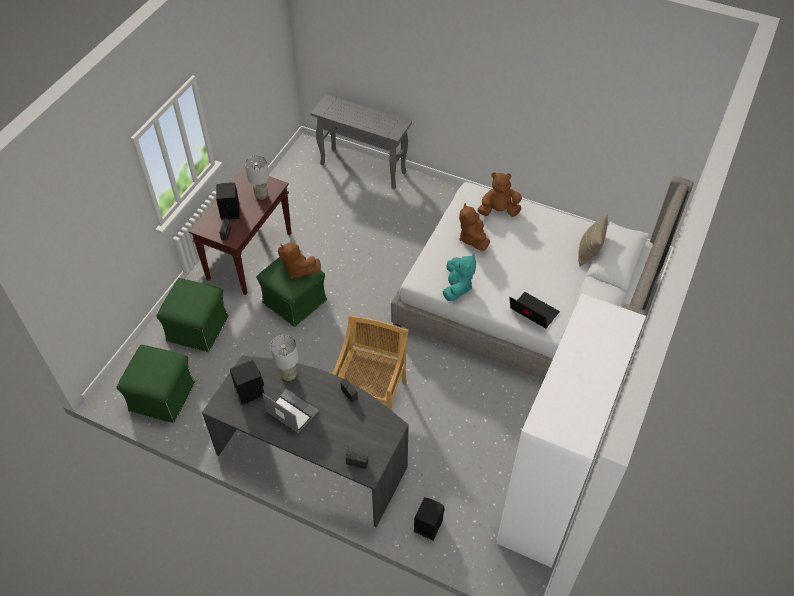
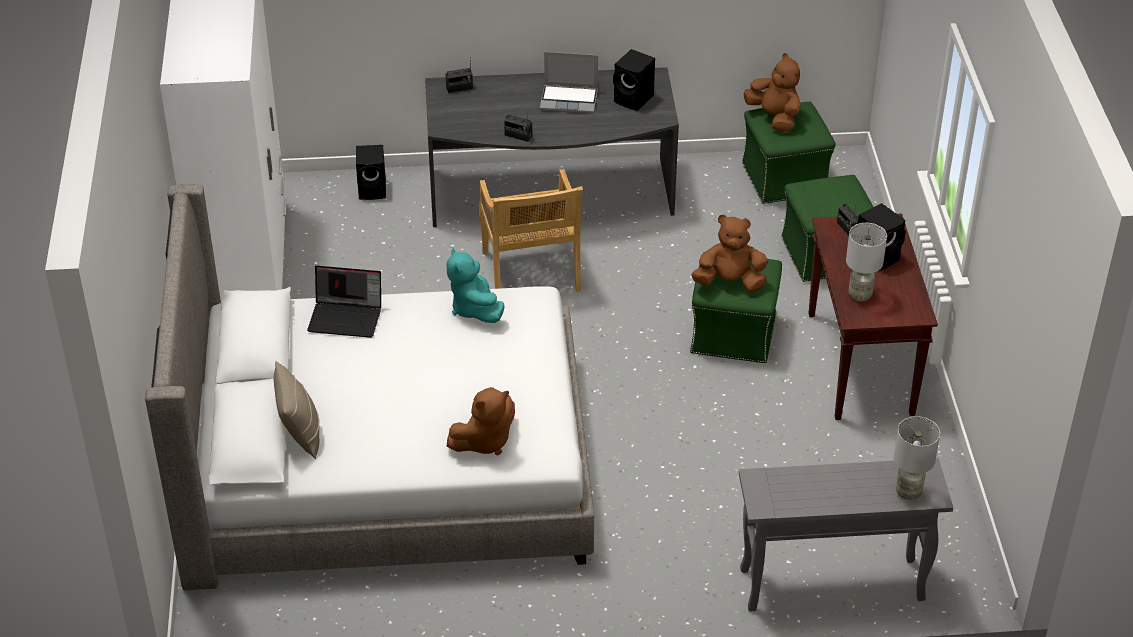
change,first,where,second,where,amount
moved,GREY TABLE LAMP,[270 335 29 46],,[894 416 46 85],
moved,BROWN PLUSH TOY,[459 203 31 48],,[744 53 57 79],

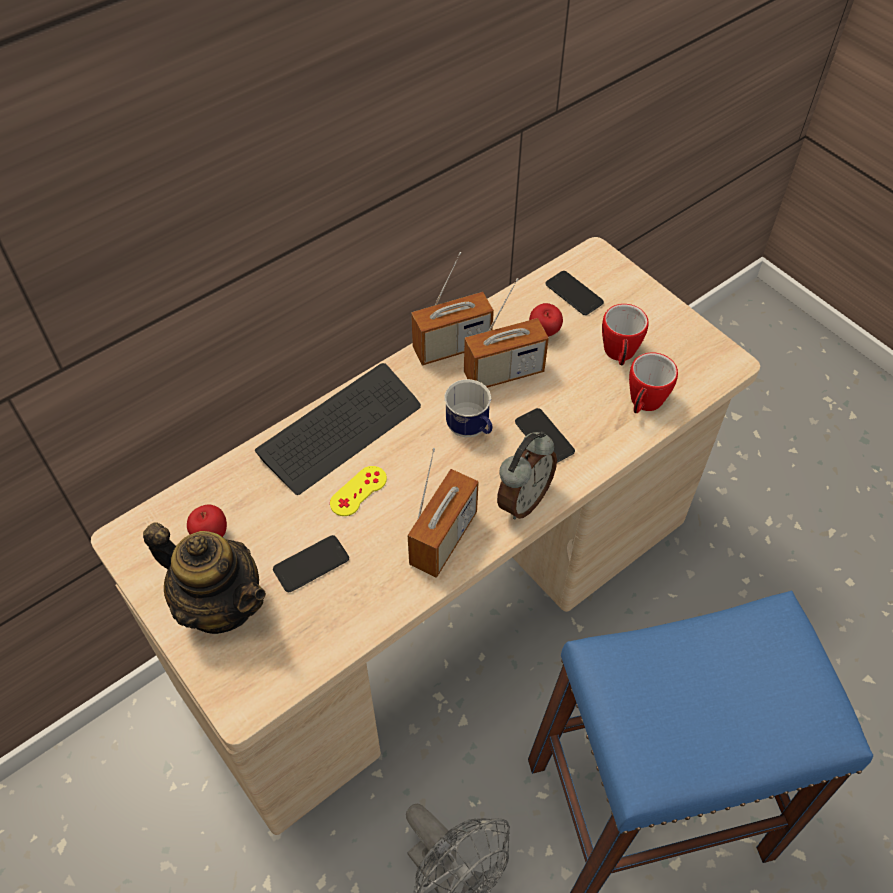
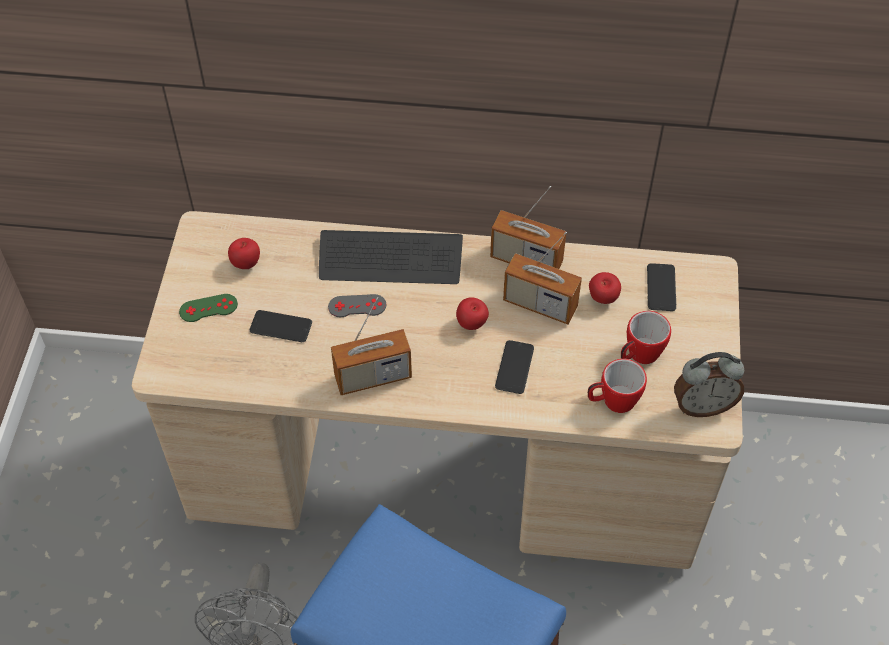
change,first,where,second,where,amount
moved,ALARM CLOCK,[497 431 60 89],,[674 352 70 65],
replaced,TEAPOT,[143 522 123 112],GREEN GAME CONTROLLER,[179 294 59 28],
replaced,MUG,[444 379 49 58],APPLE,[456 297 33 33],
recoloured,YELLOW GAME CONTROLLER,[330 466 57 50],GREY GAME CONTROLLER,[328 294 58 23],

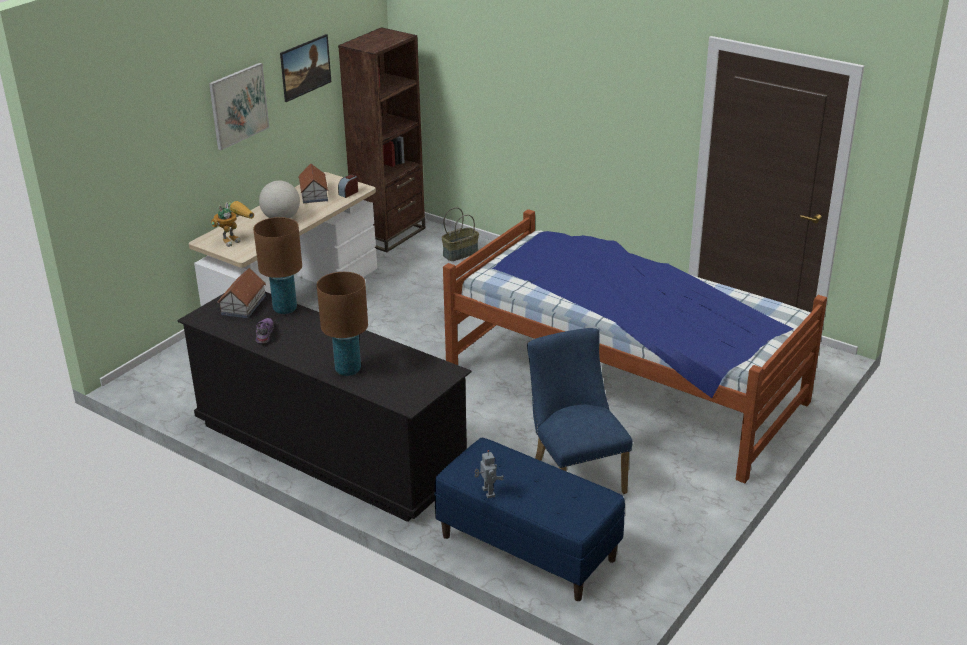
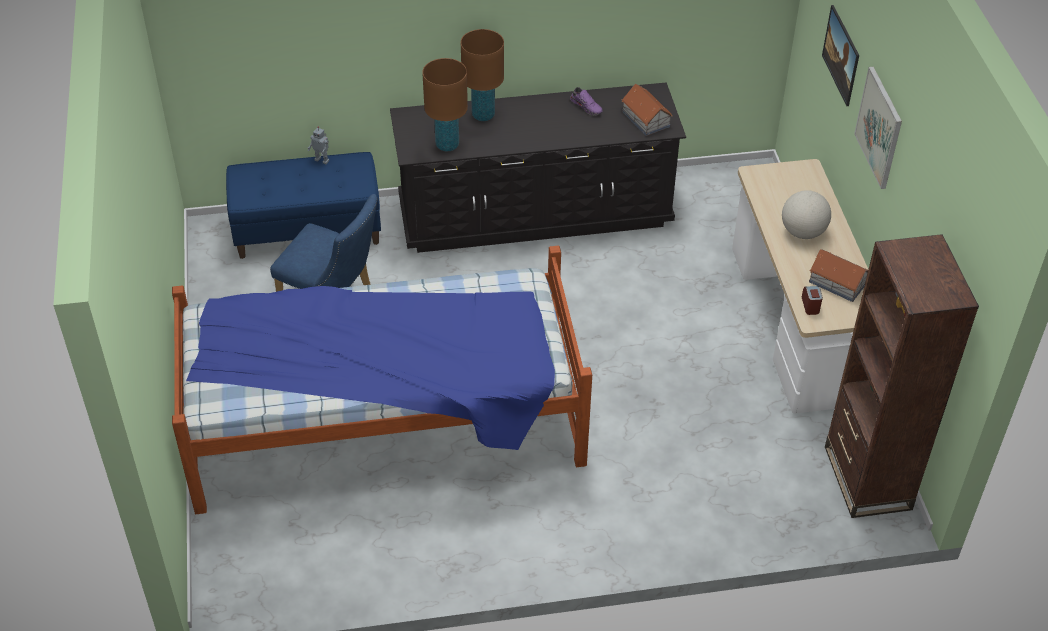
change,first,where,second,where,amount
removed,TOY ROBOT,[211 201 43 46],,,
removed,BASKET,[441 207 38 54],,,
moved,BROWN TABLE LAMP,[253 217 49 97],,[422 58 46 93],
moved,PICTURE,[280 34 51 68],,[822 5 37 101],

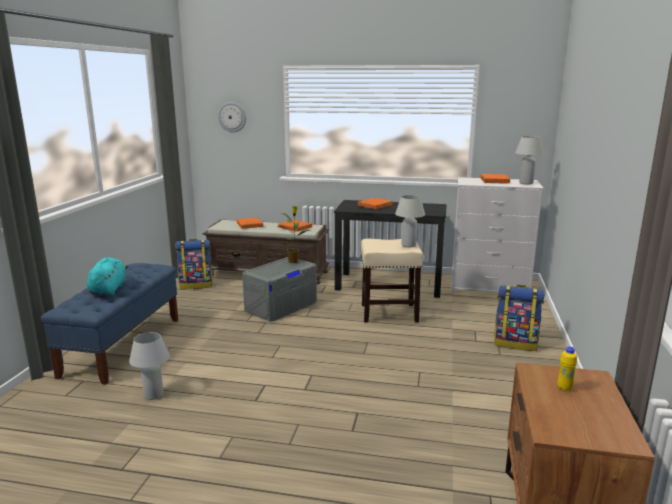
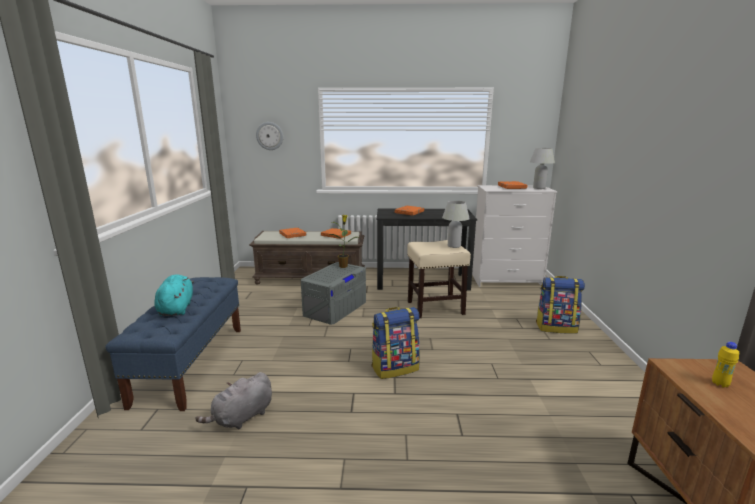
change,first,where,second,where,amount
moved,BACKPACK,[175 239 38 50],,[371 307 49 72],
replaced,WHITE TABLE LAMP,[129 332 41 68],GREY PLUSH TOY,[195 372 77 58],

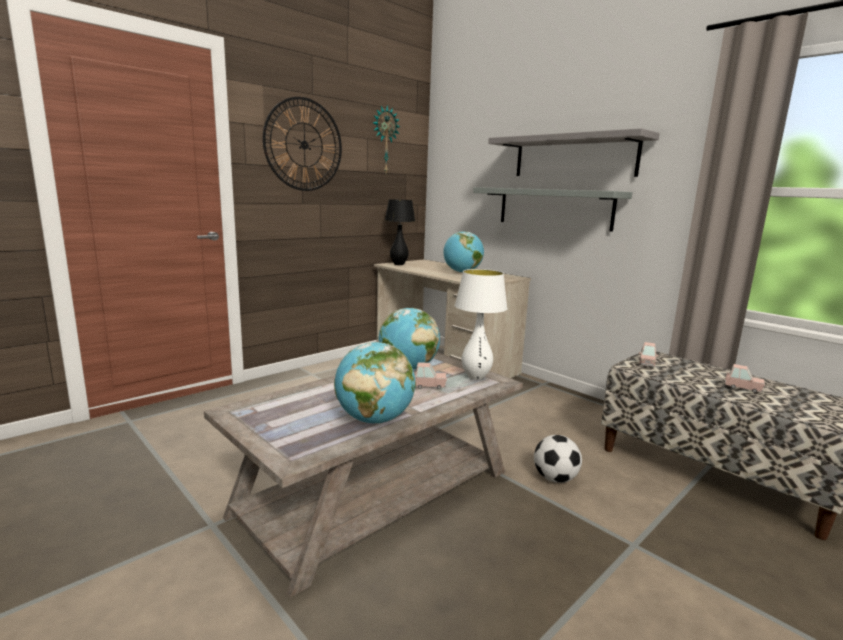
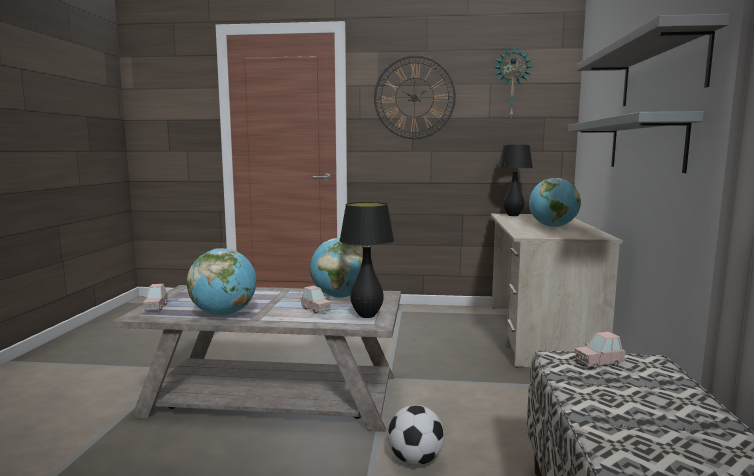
change,first,where,second,where,amount
moved,PINK TOY CAR,[725 364 40 29],,[143 284 25 27],
recoloured,WHITE TABLE LAMP,[455 269 53 111],BLACK TABLE LAMP,[339 202 55 116],

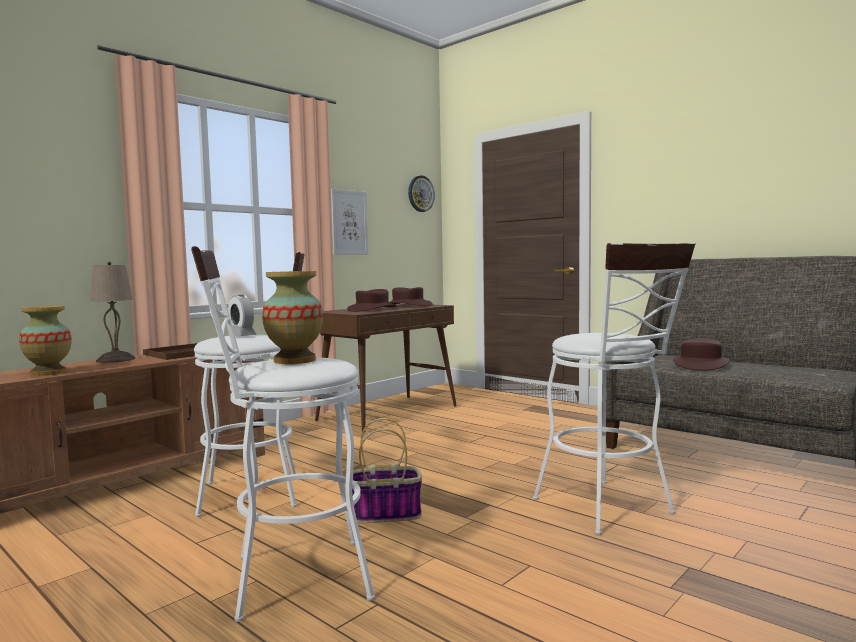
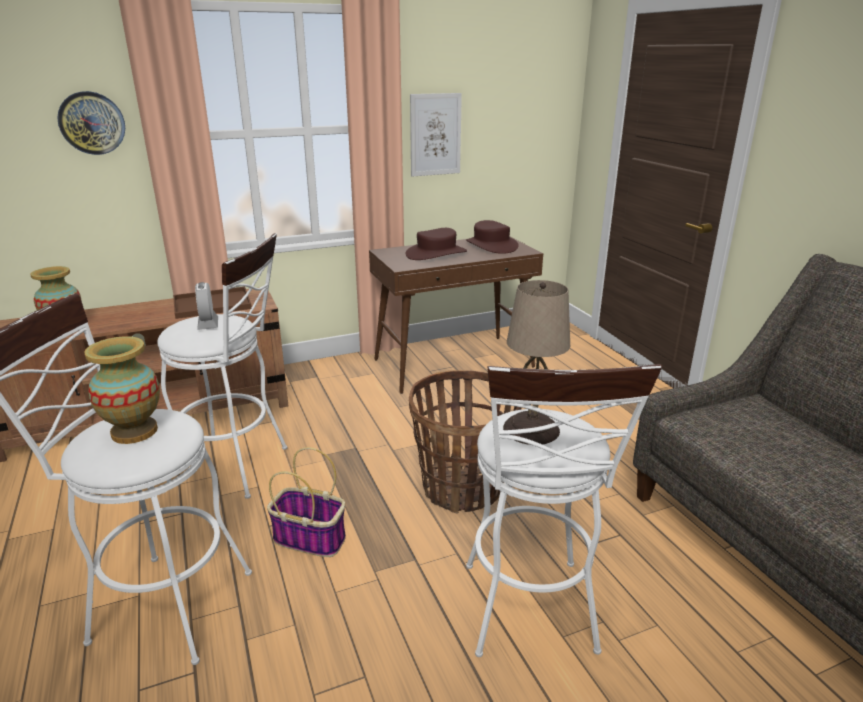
change,first,where,second,where,amount
removed,BROWN HAT,[673 338 57 33],,,
added,,,BASKET,[409 370 112 144],
moved,BEIGE TABLE LAMP,[90 262 46 101],,[503 280 67 165],
moved,WALL CLOCK,[408 175 27 37],,[57 91 68 64],

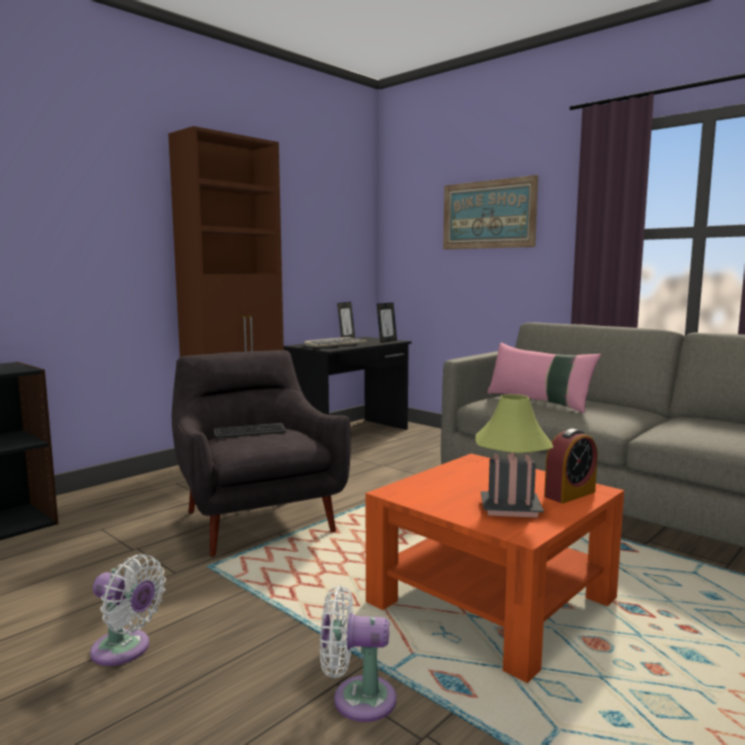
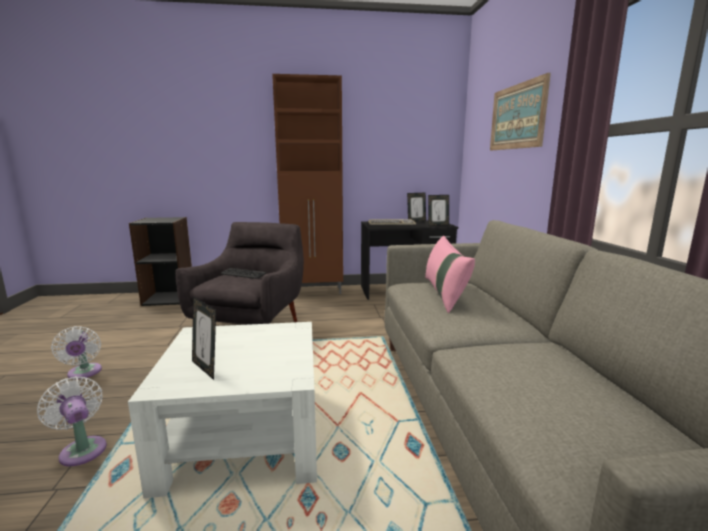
change,first,where,second,where,amount
removed,ALARM CLOCK,[544 429 53 74],,,
replaced,TABLE LAMP,[475 394 78 124],PICTURE FRAME,[192 296 24 84],
recoloured,ORANGE COFFEE TABLE,[366 454 258 229],WHITE COFFEE TABLE,[128 322 189 176],

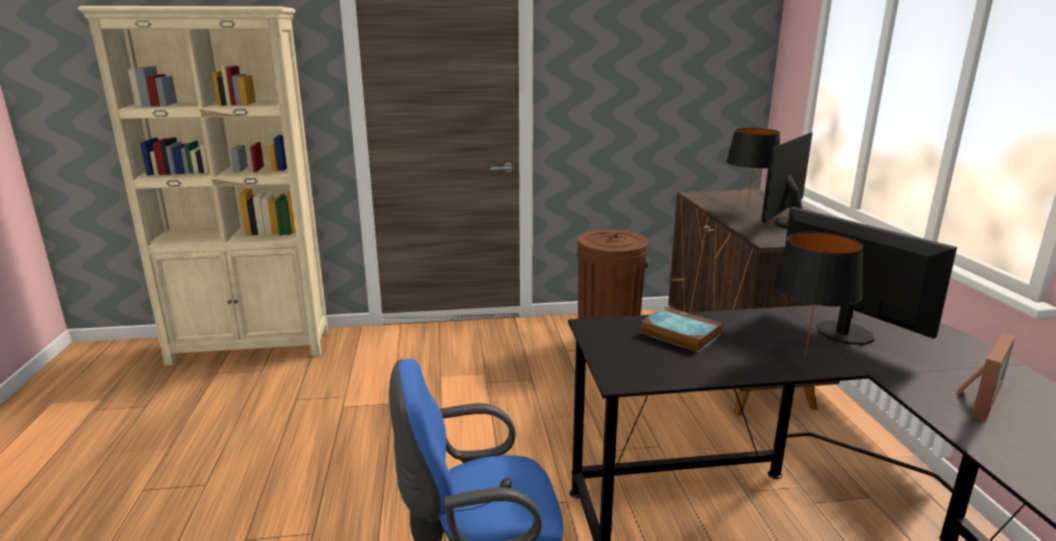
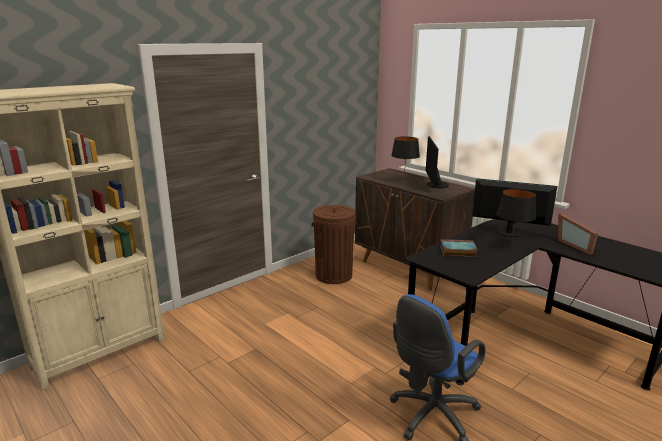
change,first,where,second,where,amount
turned,PICTURE FRAME,[955 333 61 88],,[558 213 40 42],150 degrees clockwise

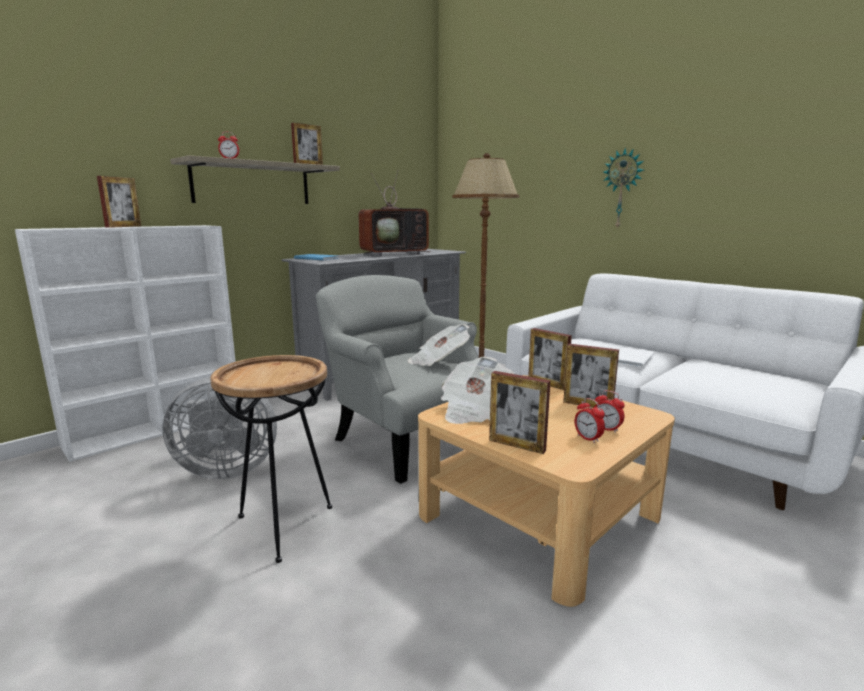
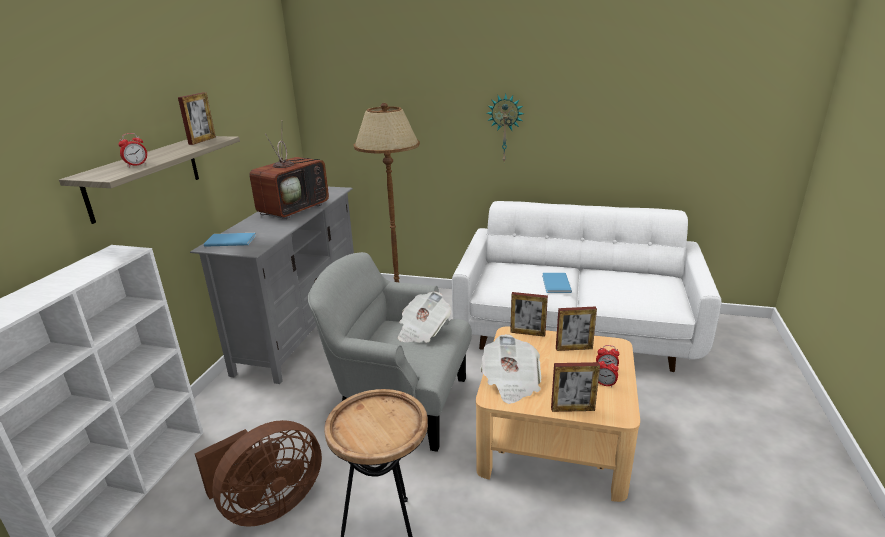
change,first,where,second,where,amount
removed,PICTURE FRAME,[97 176 44 52],,,
recoloured,GREY FAN,[163 377 114 102],BROWN FAN,[195 420 127 107],
recoloured,WHITE BOOK,[618 347 36 20],BLUE BOOK,[542 273 30 20],

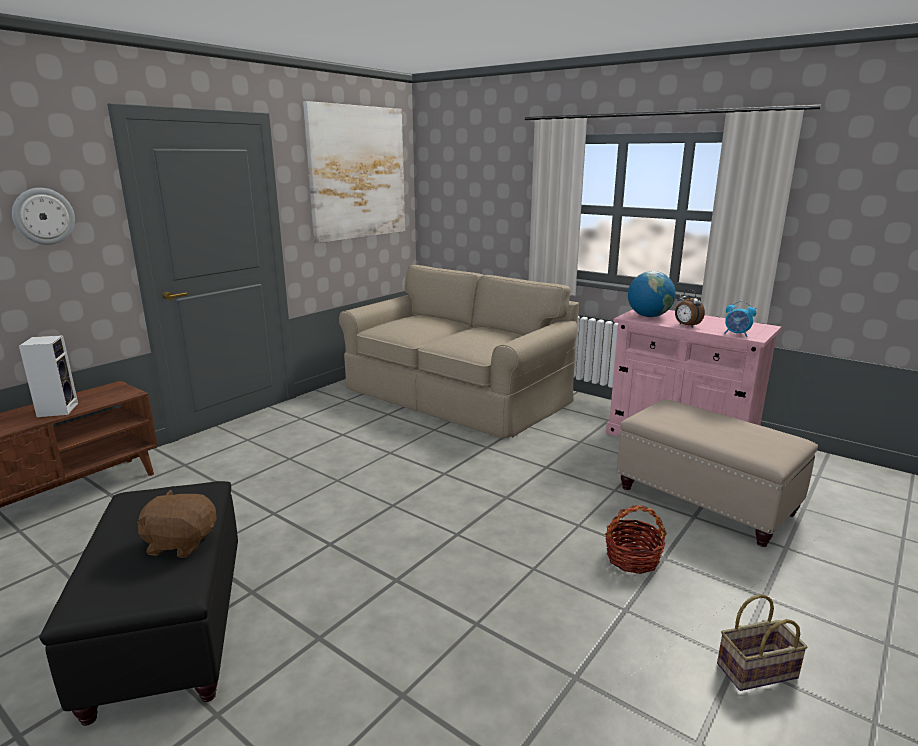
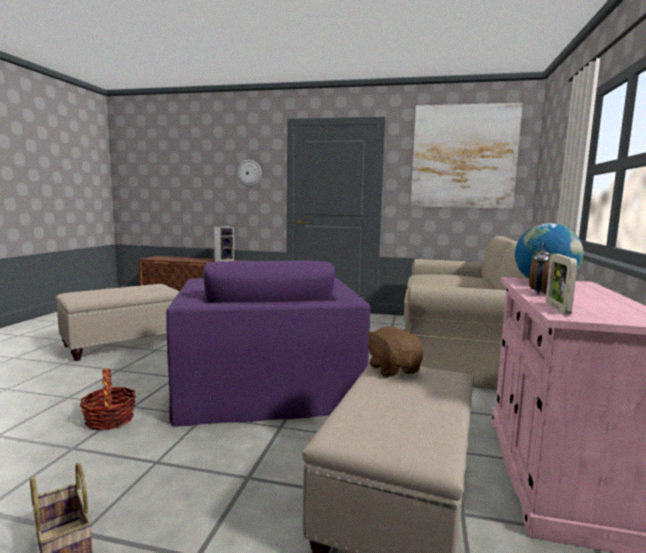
change,first,where,second,where,amount
added,,,PURPLE ARMCHAIR,[166 260 204 167],
moved,BROWN PLUSH TOY,[137 490 80 68],,[366 326 57 51],
moved,BASKET,[605 505 62 69],,[80 368 56 62],
replaced,ALARM CLOCK,[724 301 32 36],PICTURE FRAME,[546 254 32 61],
recoloured,BLACK OTTOMAN,[39 481 199 245],BEIGE OTTOMAN,[56 284 124 77],

